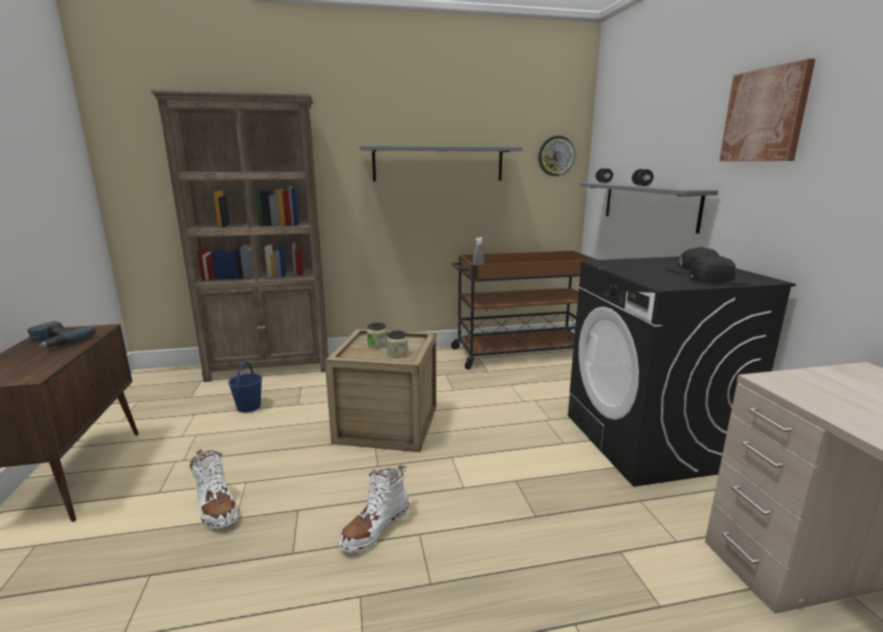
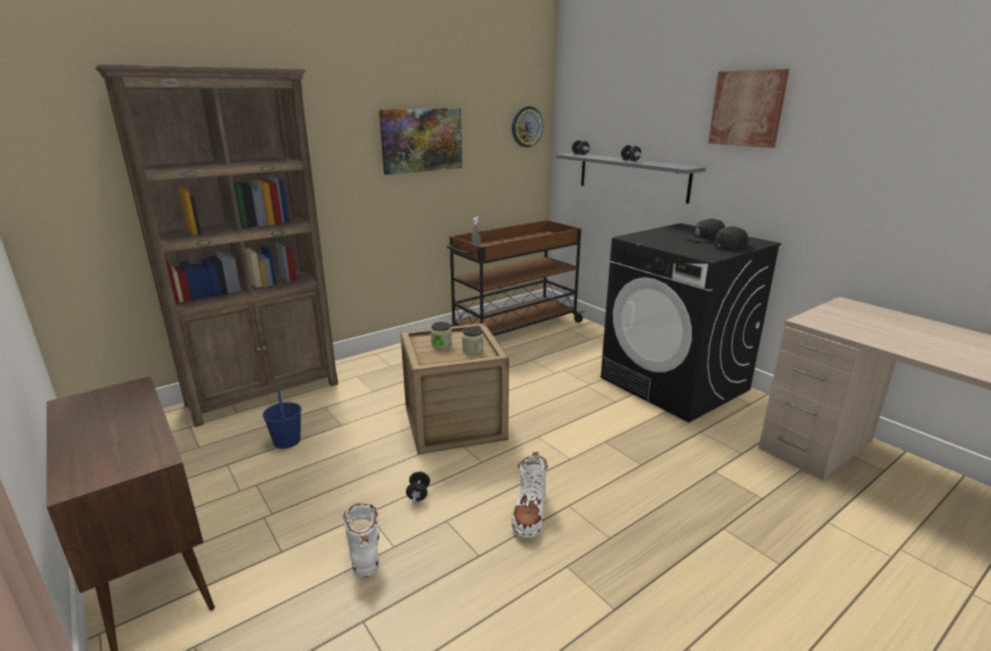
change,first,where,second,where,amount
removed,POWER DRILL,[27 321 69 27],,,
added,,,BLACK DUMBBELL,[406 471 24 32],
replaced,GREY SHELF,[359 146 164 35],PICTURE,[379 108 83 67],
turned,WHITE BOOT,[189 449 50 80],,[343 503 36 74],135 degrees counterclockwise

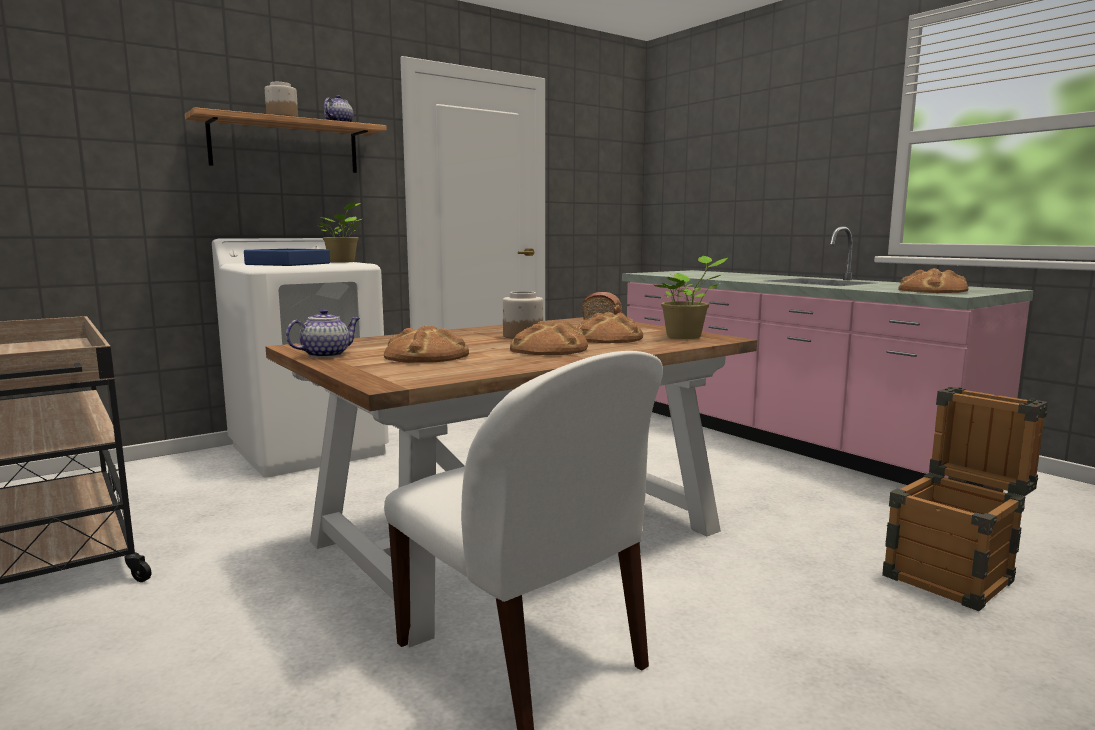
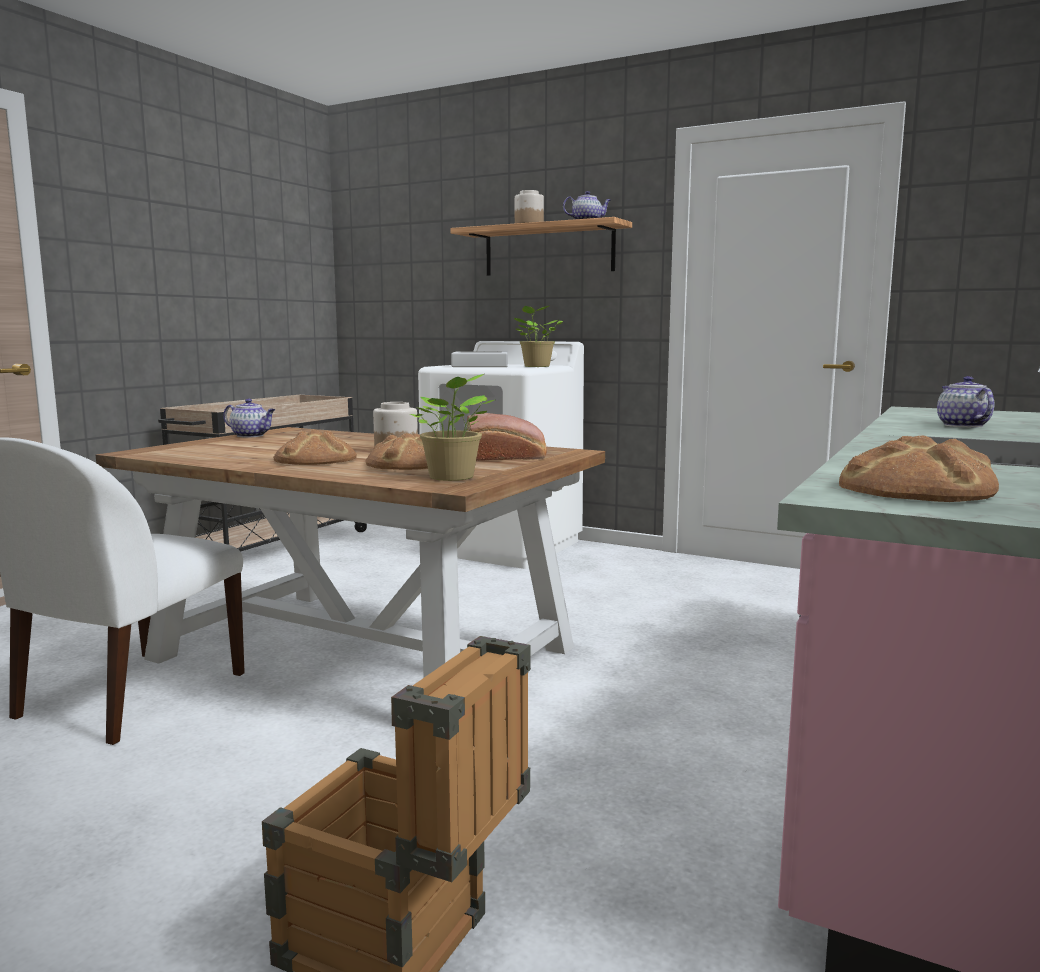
change,first,where,second,where,amount
removed,BREAD,[384 325 85 38],,,
added,,,TEAPOT,[937 376 58 52],
recoloured,BLUE TRAY,[244 249 86 17],GREY TRAY,[451 351 57 16],

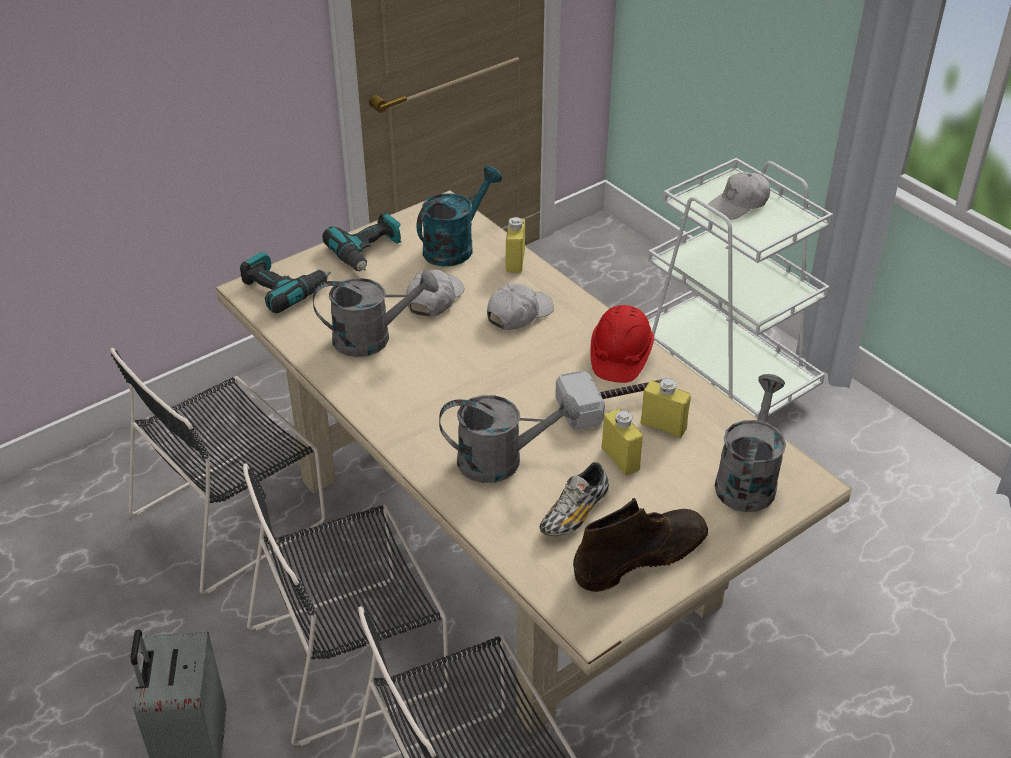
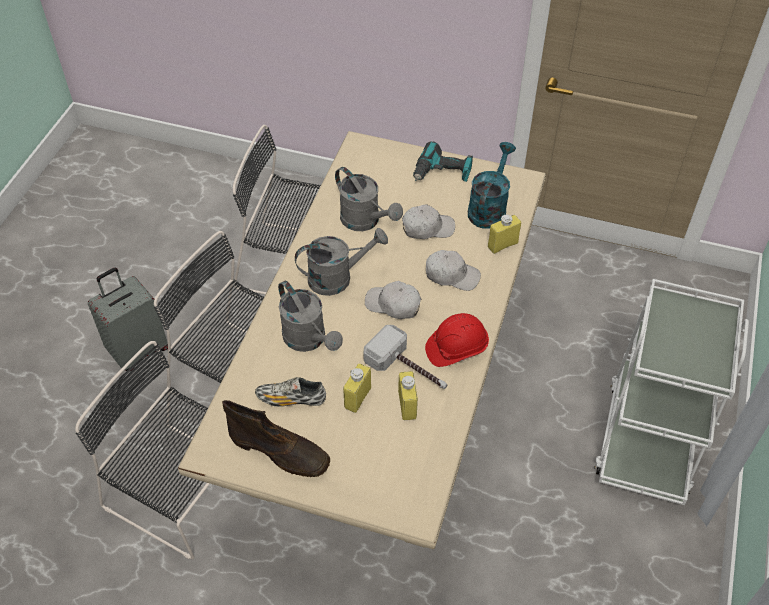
change,first,where,second,where,amount
removed,POWER DRILL,[240 252 91 61],,,
moved,WHITE CAP,[708 172 62 48],,[365 281 56 38],
moved,GREY WATERING CAN,[715 374 71 138],,[295 228 93 68],
turned,TURQUOISE WATERING CAN,[417 166 85 100],,[468 142 48 87],75 degrees counterclockwise

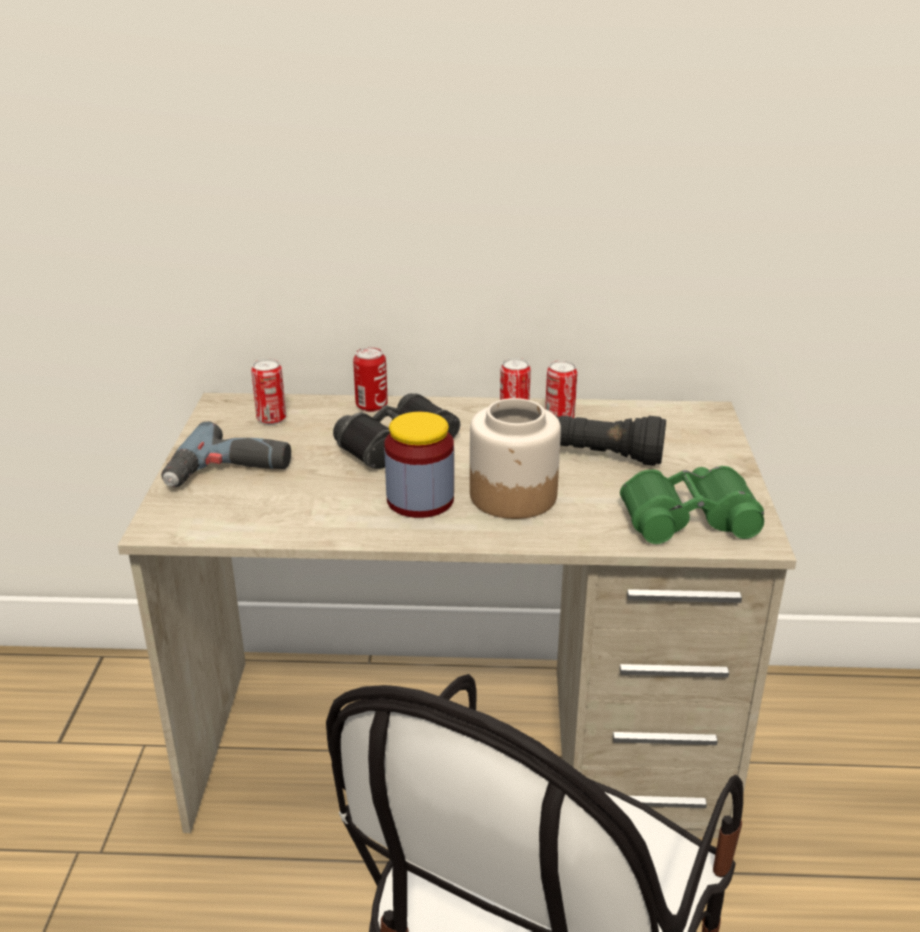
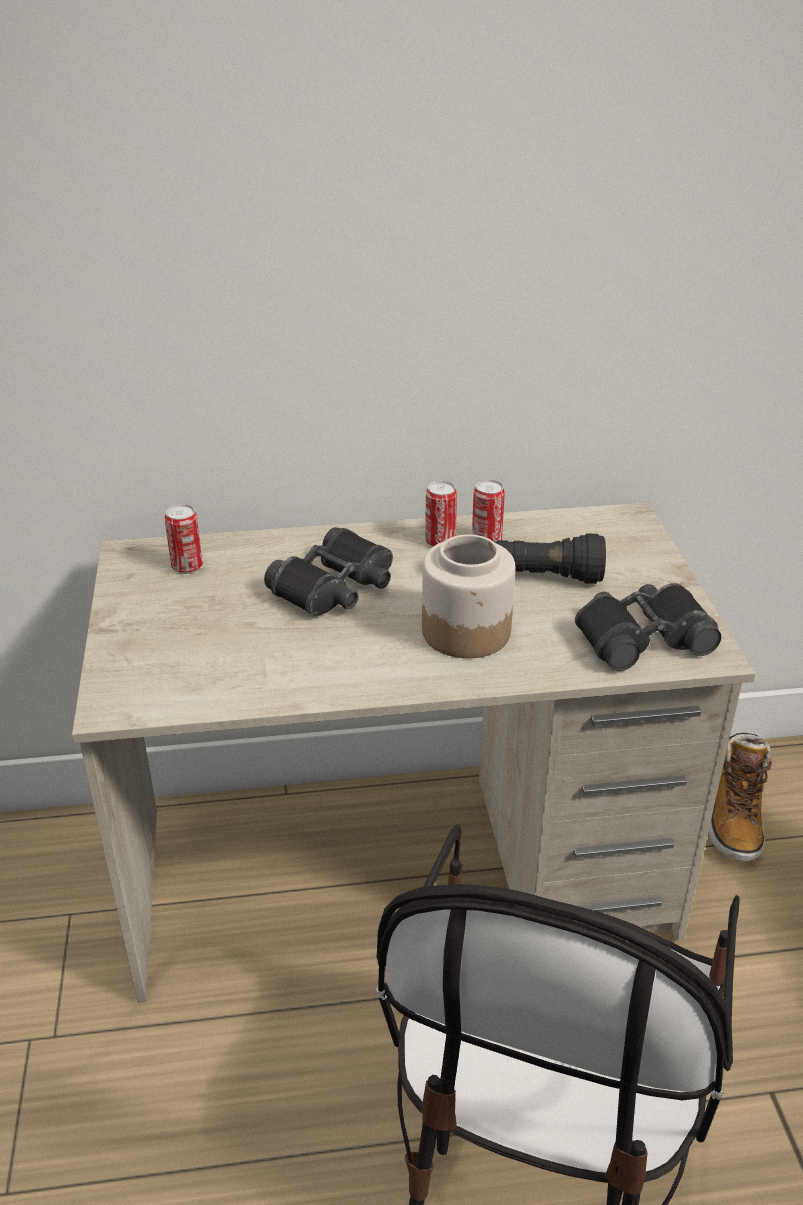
change,first,where,second,where,amount
removed,POWER DRILL,[161 421 130 66],,,
removed,CAN,[353 347 35 65],,,
removed,JAR,[384 412 70 106],,,
added,,,BOOT,[708 733 64 129],
recoloured,GREEN BINOCULARS,[620 466 144 78],BLACK BINOCULARS,[575 583 146 88],

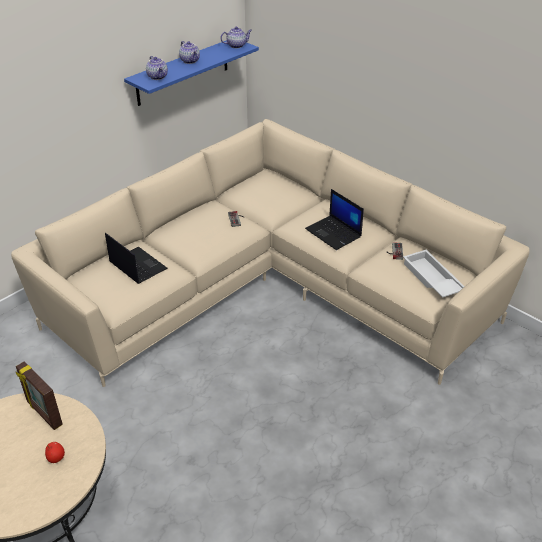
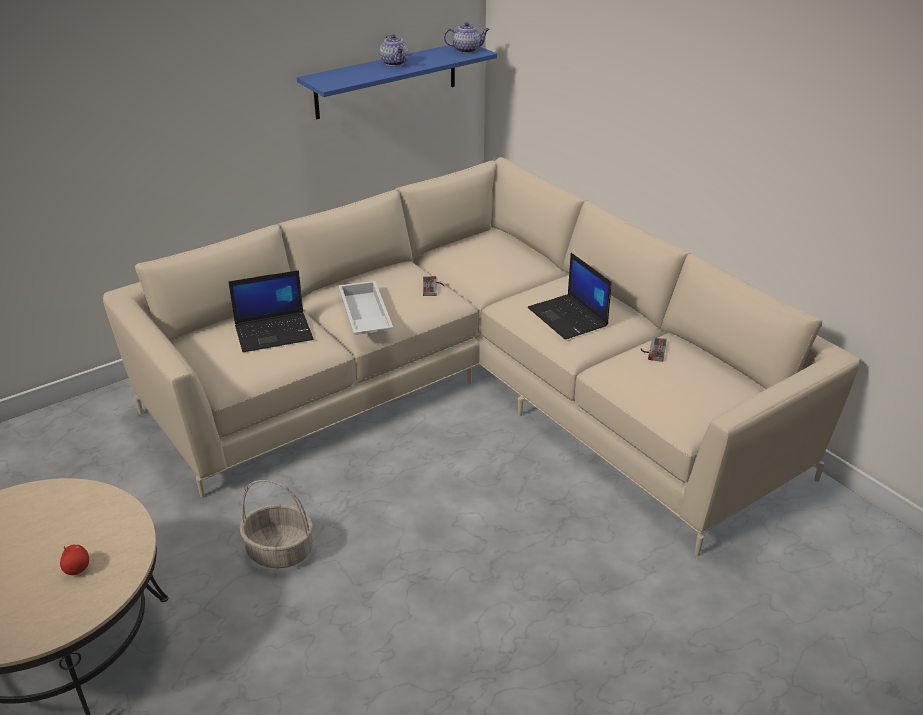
change,first,where,second,where,amount
removed,PICTURE FRAME,[16 361 47 69],,,
removed,TEAPOT,[146 56 22 24],,,
added,,,BASKET,[240 480 73 89],
moved,WHITE TRAY,[403 250 62 48],,[338 281 55 54],
turned,LAPTOP,[105 233 63 51],,[229 270 85 82],105 degrees clockwise

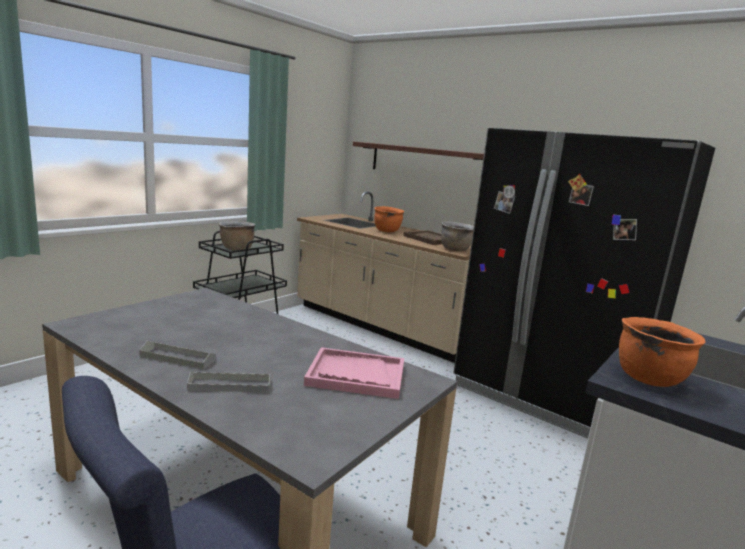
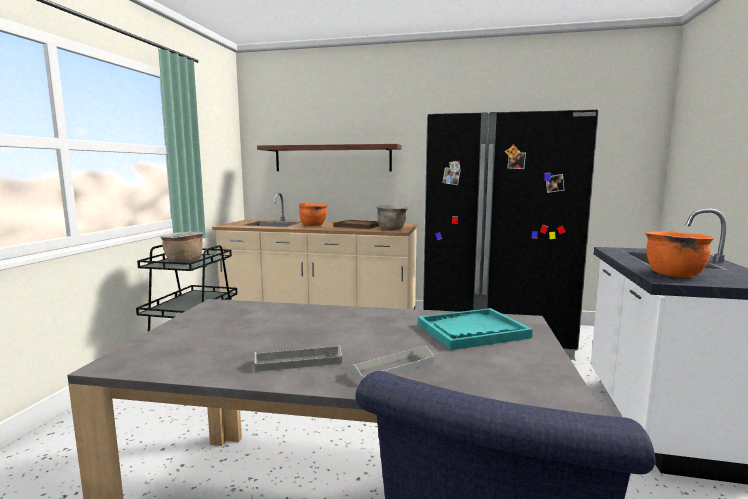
change,first,where,second,where,amount
recoloured,PINK TRAY,[304 347 100 52],TURQUOISE TRAY,[418 308 115 42],

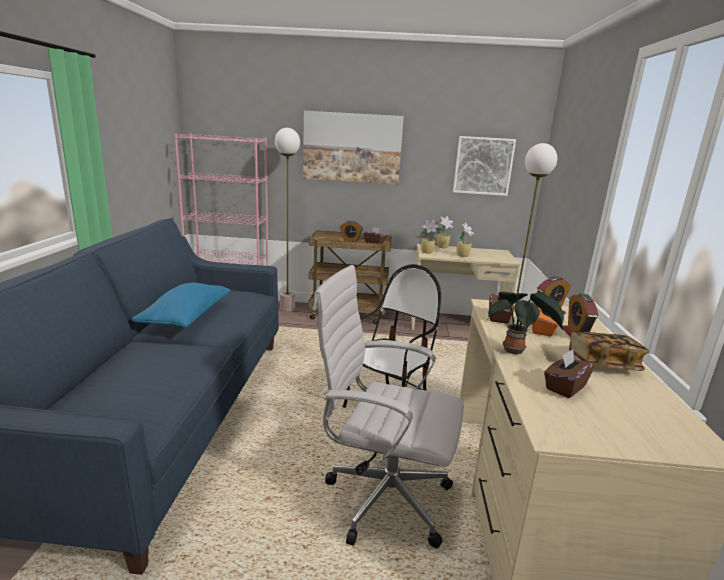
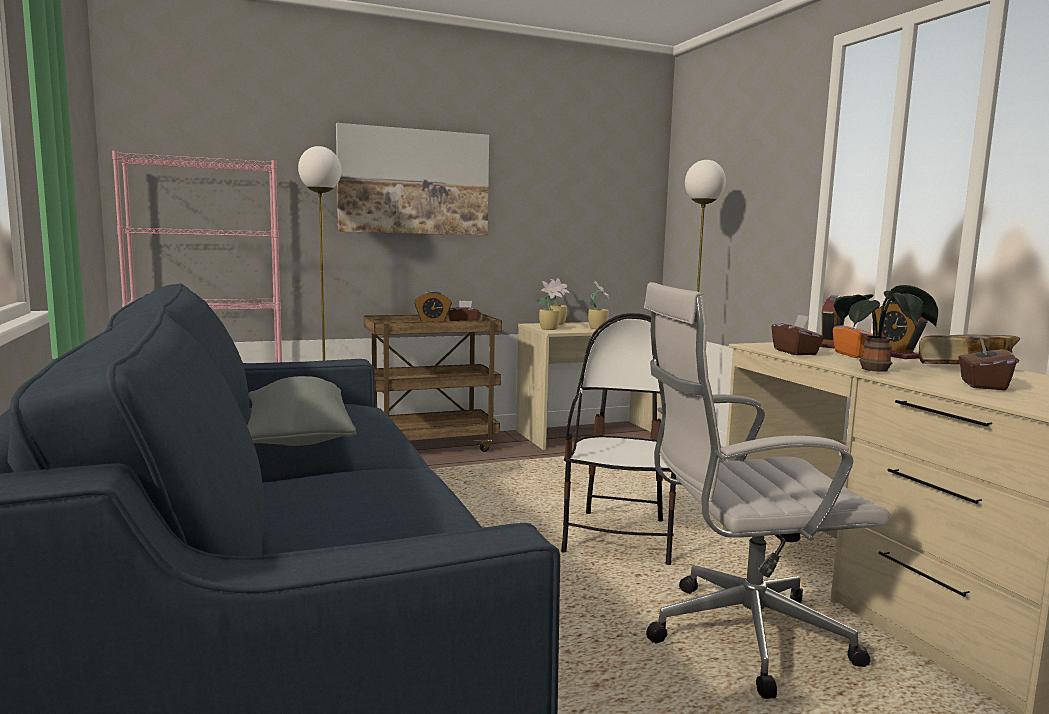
change,first,where,second,where,amount
removed,PICTURE,[453 136 63 60],,,
recoloured,BLUE PILLOW,[131 283 99 45],GREY PILLOW,[247 376 109 70],

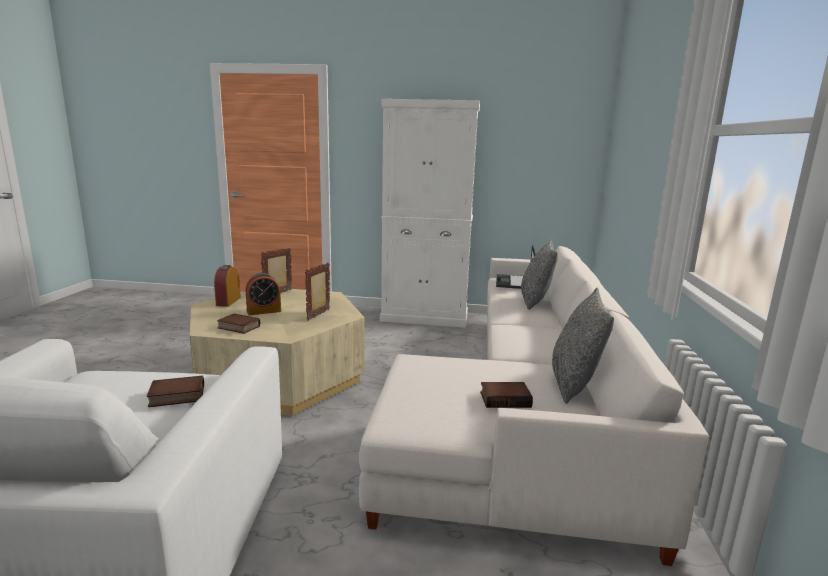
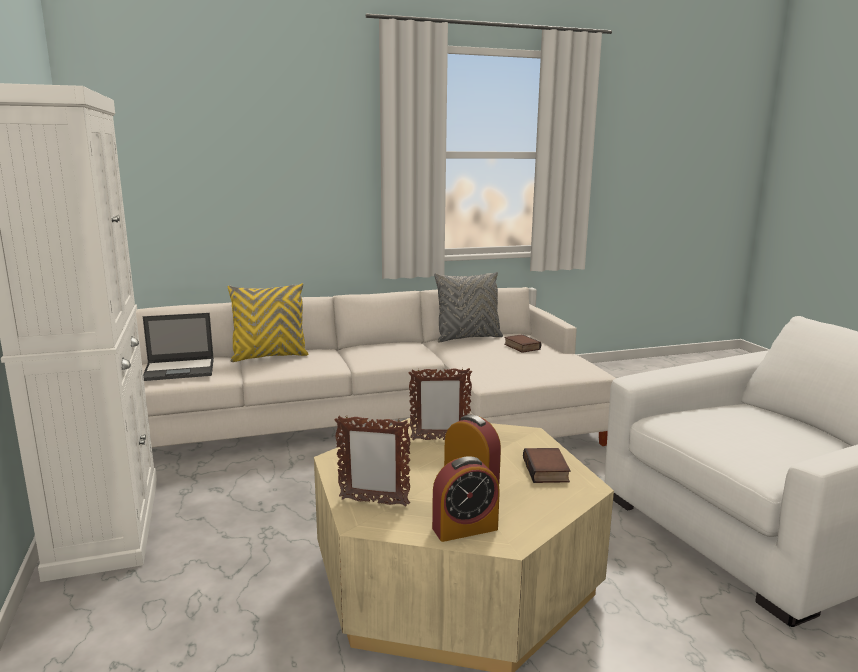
change,first,where,second,where,amount
removed,BOOK,[147 376 57 31],,,
recoloured,GREY PILLOW,[521 239 37 71],YELLOW PILLOW,[228 283 81 79],

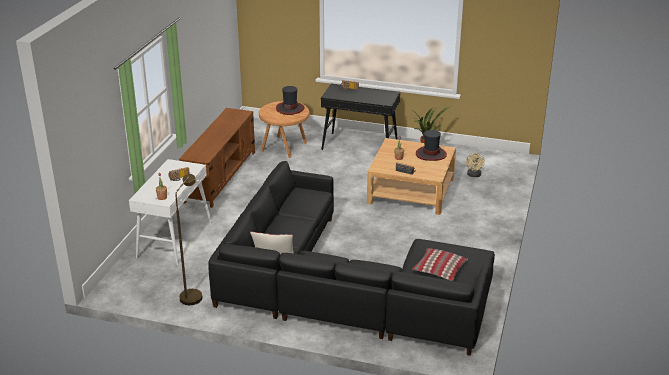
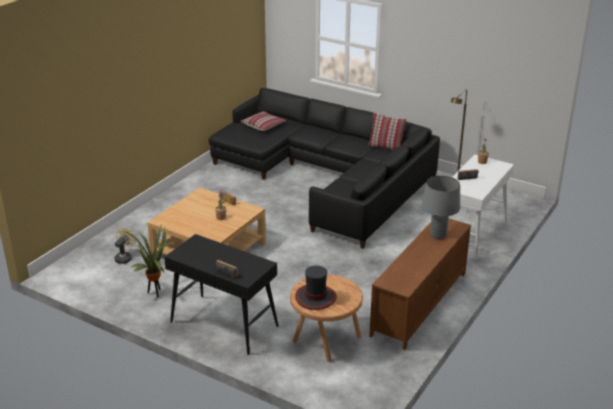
change,first,where,second,where,amount
removed,HAT,[416 130 31 31],,,
added,,,GREY TABLE LAMP,[422 176 38 63],

